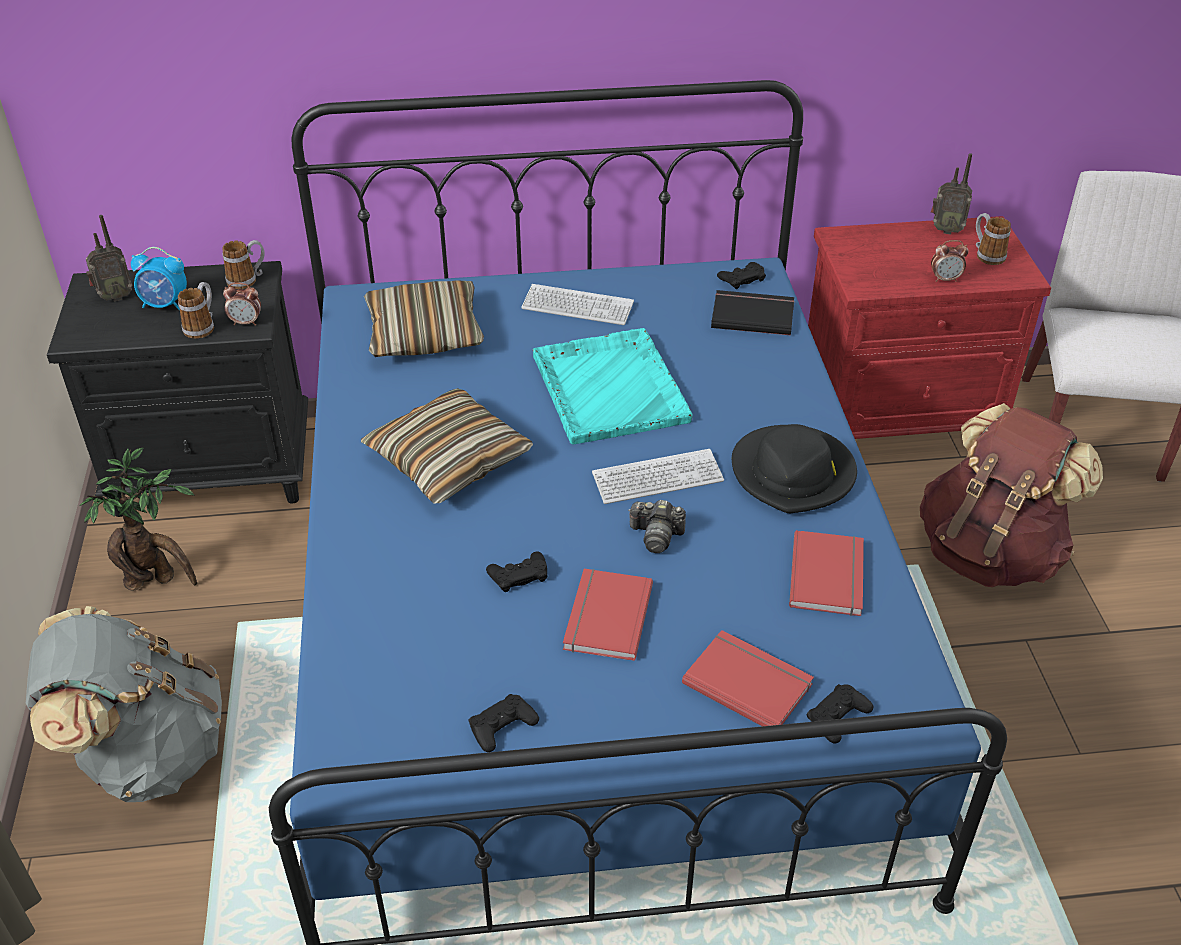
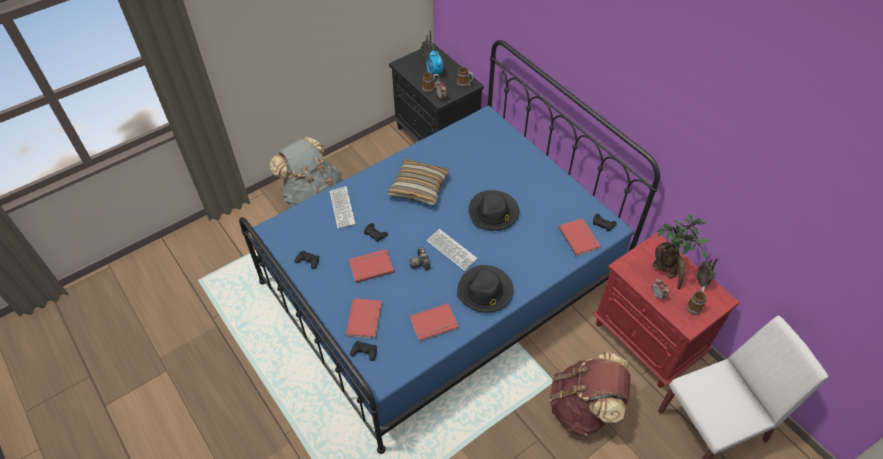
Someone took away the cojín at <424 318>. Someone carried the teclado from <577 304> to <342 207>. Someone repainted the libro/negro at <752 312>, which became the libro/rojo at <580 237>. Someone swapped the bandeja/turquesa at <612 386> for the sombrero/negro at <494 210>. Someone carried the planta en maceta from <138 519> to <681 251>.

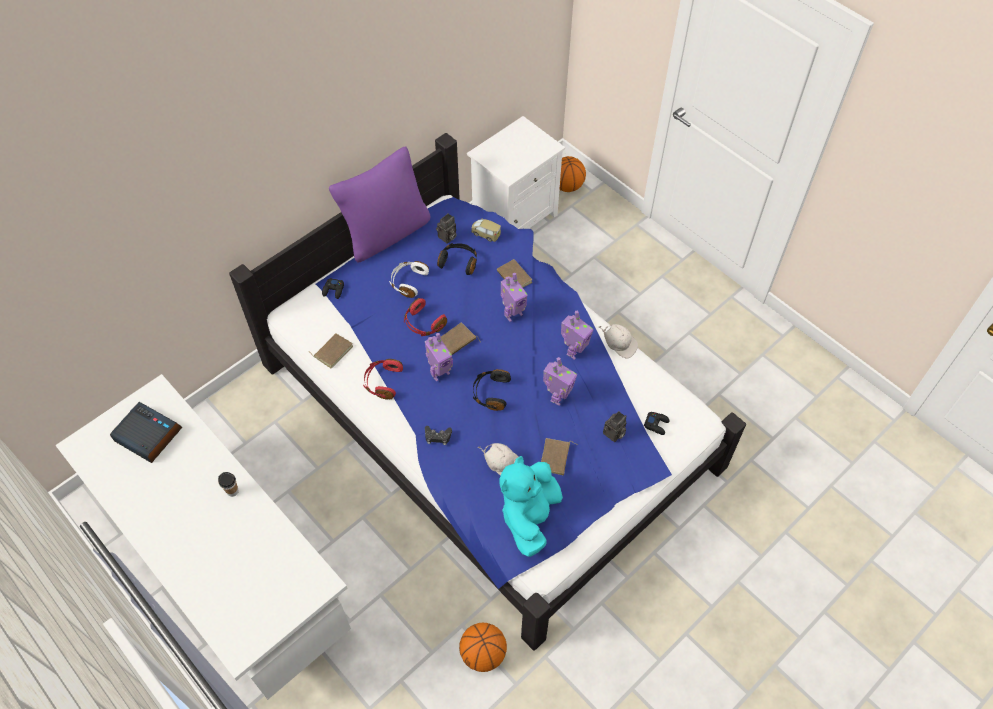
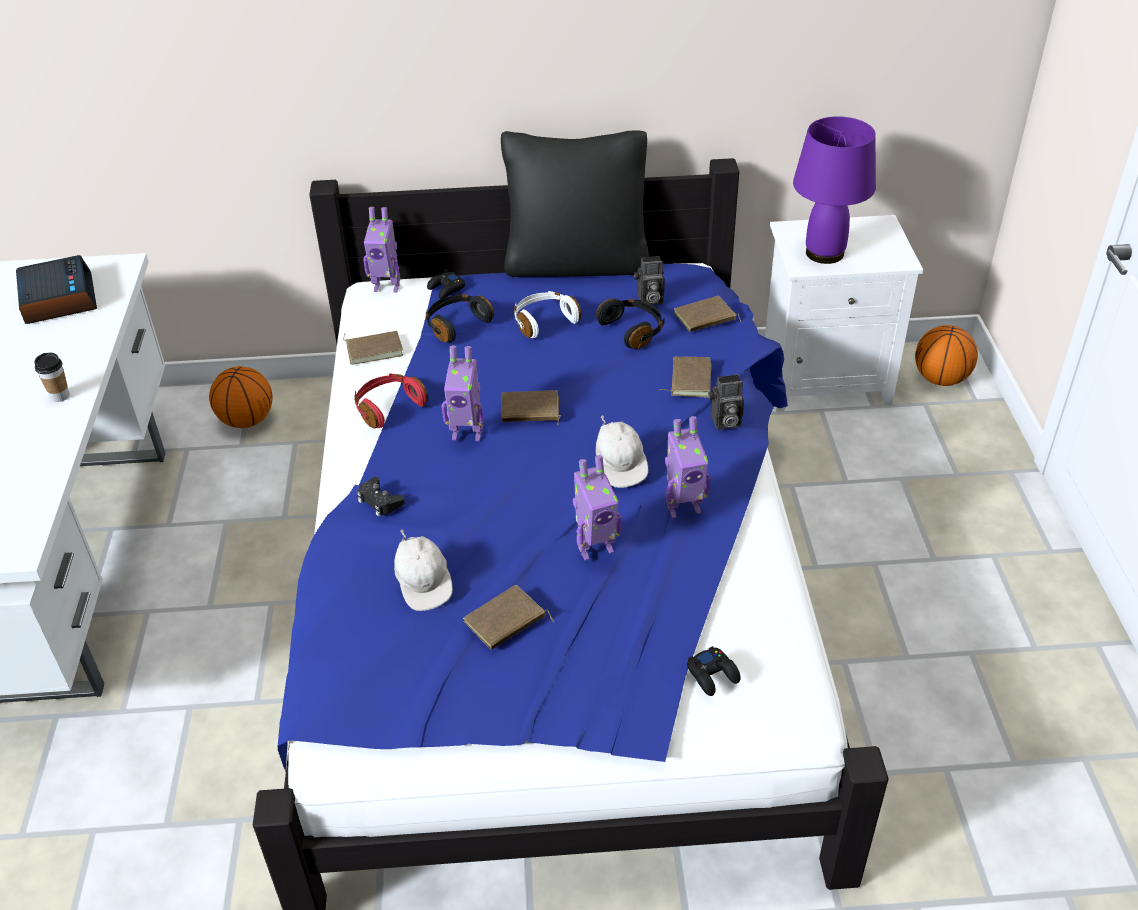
Someone repainted the cojín/morado at <379 204>, which became the cojín/negro at <575 203>. Someone swapped the coche de juguete at <486 230> for the libro/marrón at <707 314>. Someone carried the robot de juguete from <514 297> to <381 250>. Someone took away the auriculares/rojo at <425 317>. Someone carried the gorra/blanco from <618 341> to <622 451>. Someone carried the auriculares/negro from <492 390> to <460 318>. Someone carried the cámara from <614 426> to <726 402>. Someone took away the peluche/turquesa at <531 506>. Someone carried the balón de baloncesto from <483 647> to <241 397>. Someone put down the lámpara de mesa/morado at <834 190>.

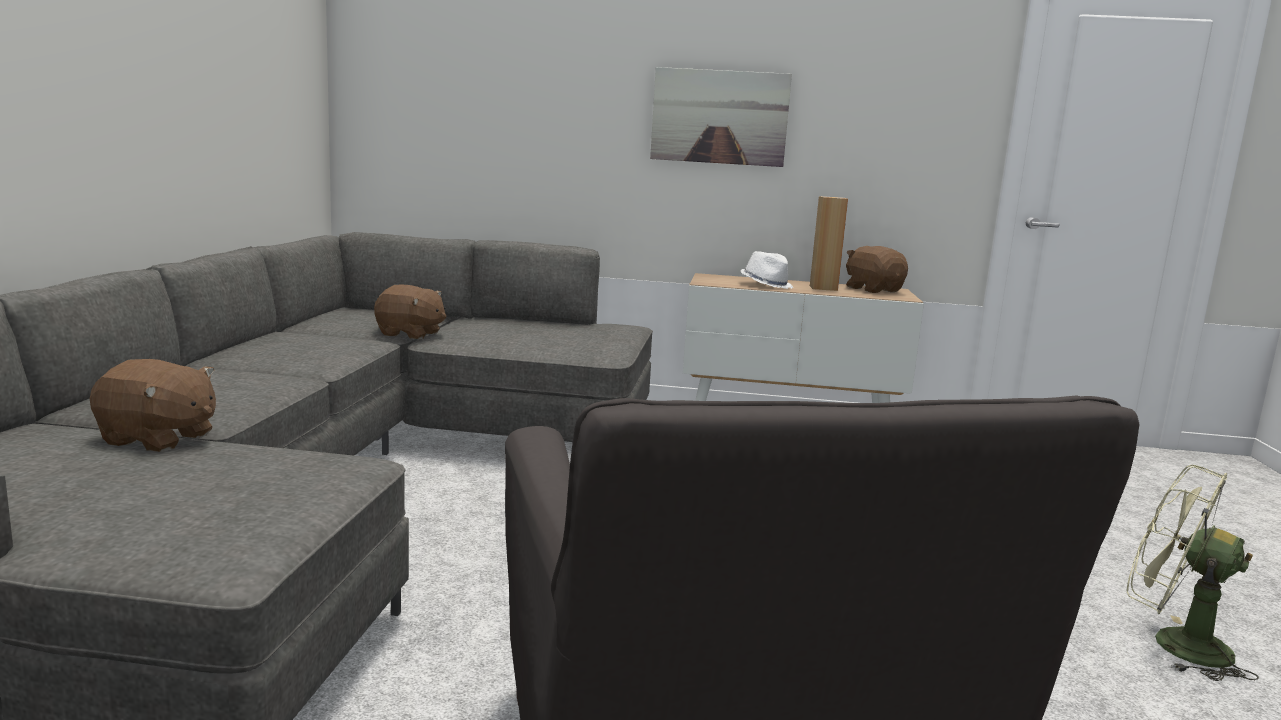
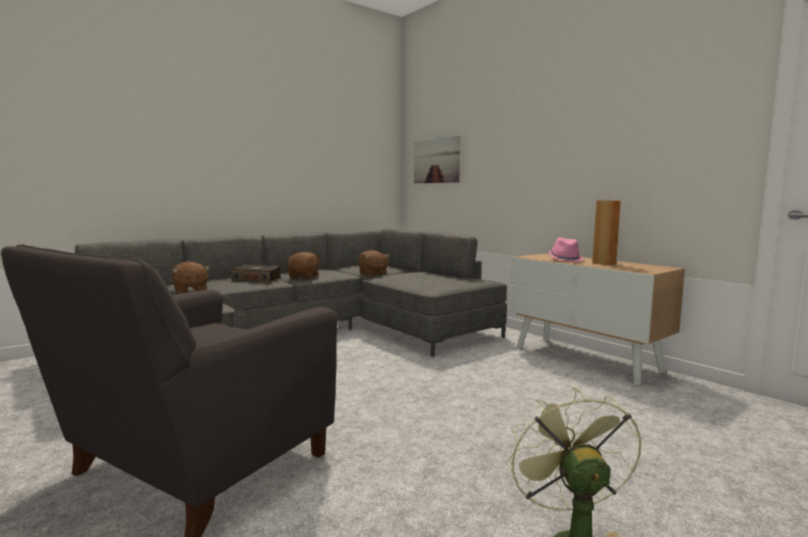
Someone carried the cuadro from <721 117> to <437 159>. Someone carried the peluche/marrón from <877 269> to <304 265>. Someone repainted the sombrero/blanco at <766 270>, which became the sombrero/rosa at <566 250>. Someone put down the libro at <256 273>.

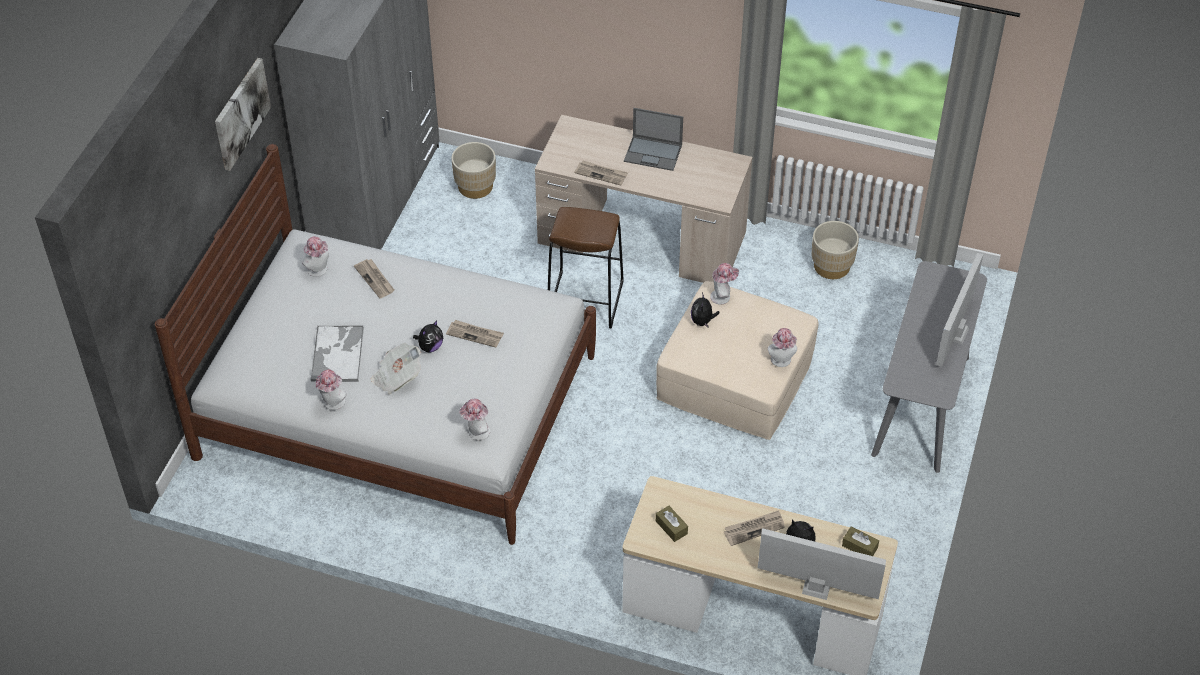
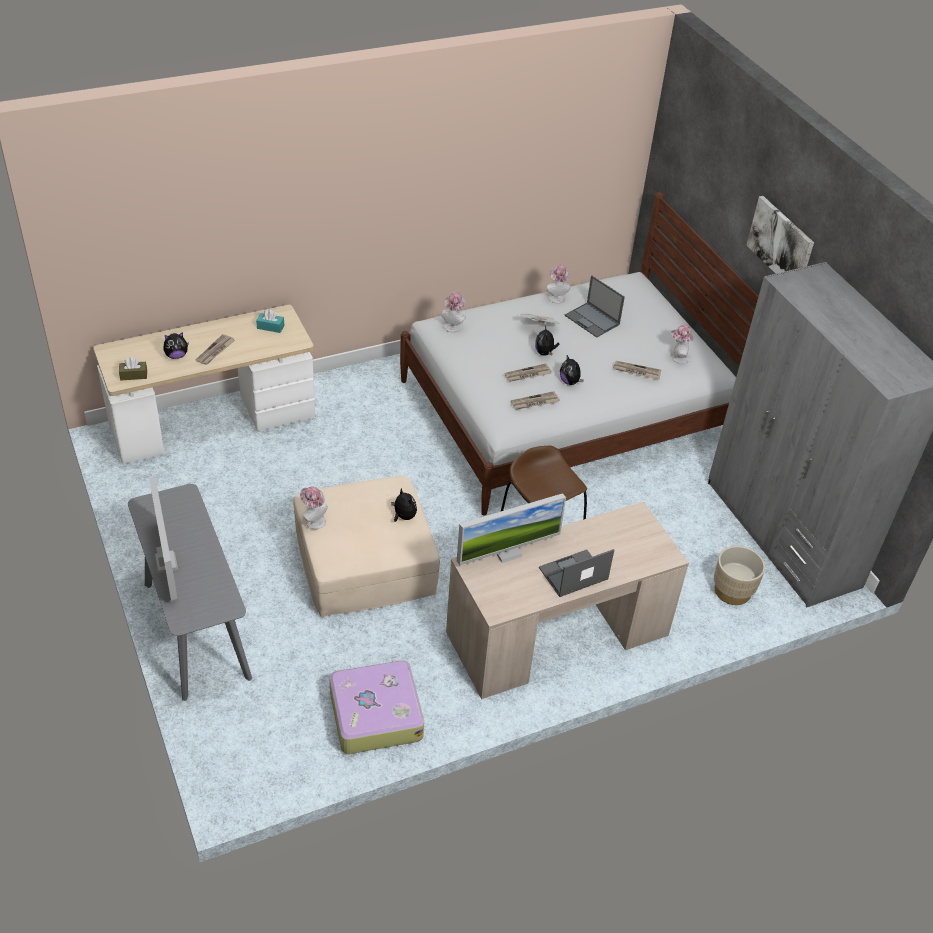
Someone carried the periódico from <601 173> to <535 400>. Someone swapped the maceta/beis at <835 250> for the maleta at <377 706>. Someone took away the sombrero at <724 284>. Someone swapped the bandeja at <337 353> for the portátil at <595 306>. Someone repainted the caja de pañuelos/marrón at <672 524>, which became the caja de pañuelos/turquesa at <270 321>. Someone carried the monitor from <822 564> to <511 529>. Someone put down the peluche at <572 370>.

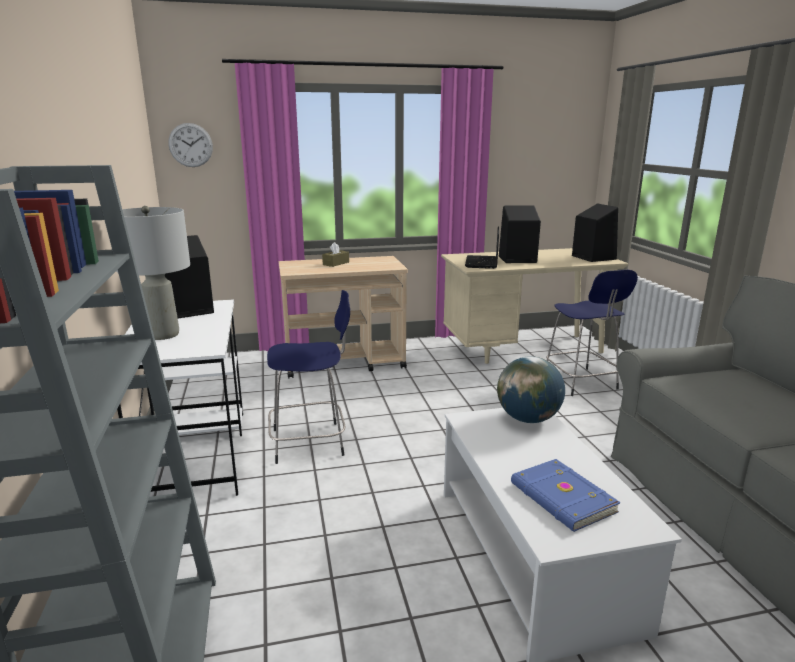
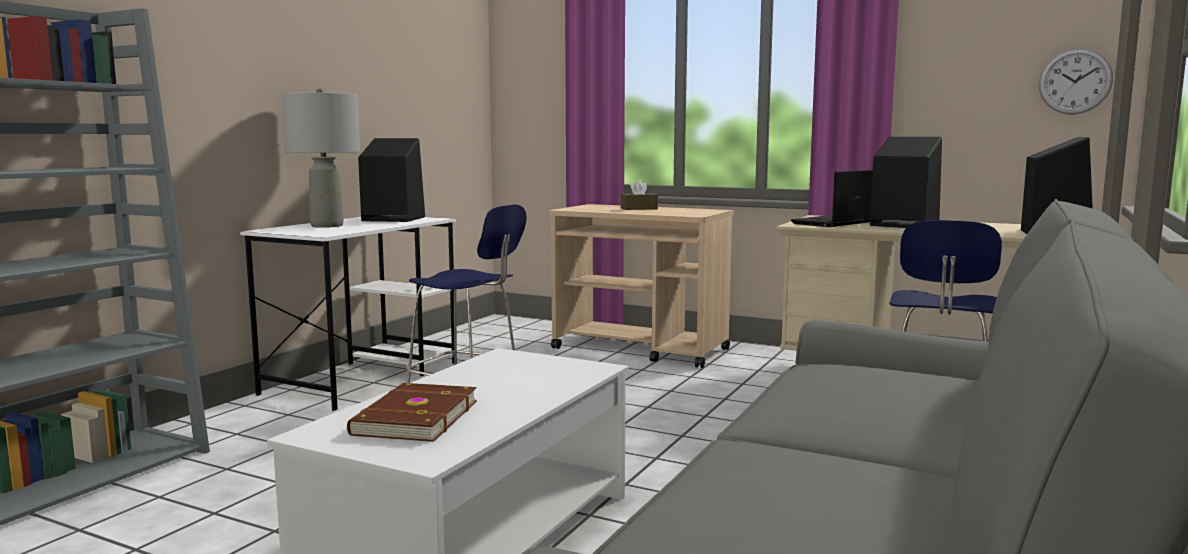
Someone carried the reloj de pared from <190 145> to <1076 81>. Someone took away the globo terráqueo at <531 389>. Someone repainted the libro/azul at <566 495>, which became the libro/marrón at <412 412>.

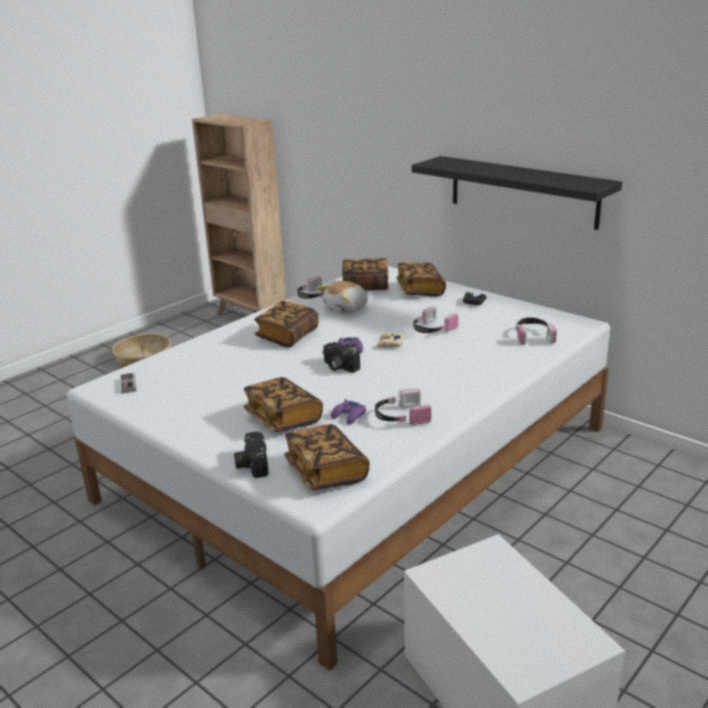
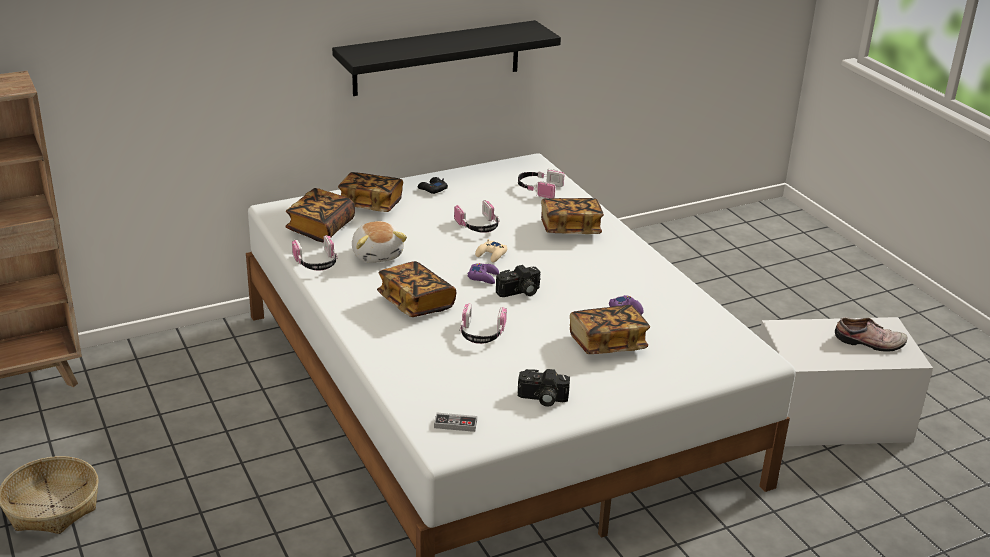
Someone carried the auriculares from <403 407> to <483 323>. Someone carried the libro from <327 457> to <572 216>. Someone carried the cámara from <251 454> to <544 388>. Someone put down the zapato at <871 334>.

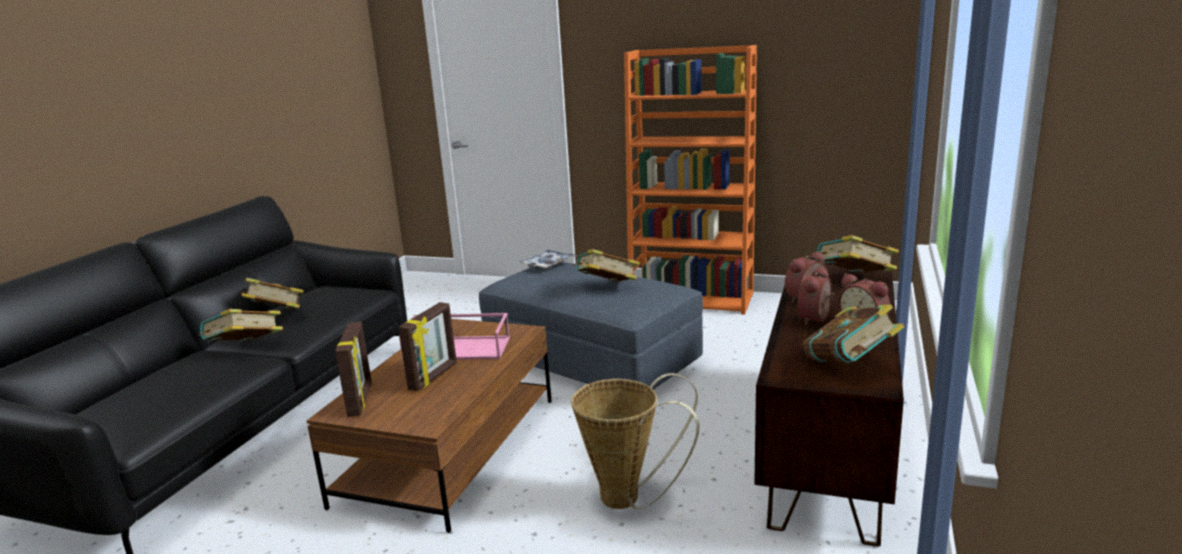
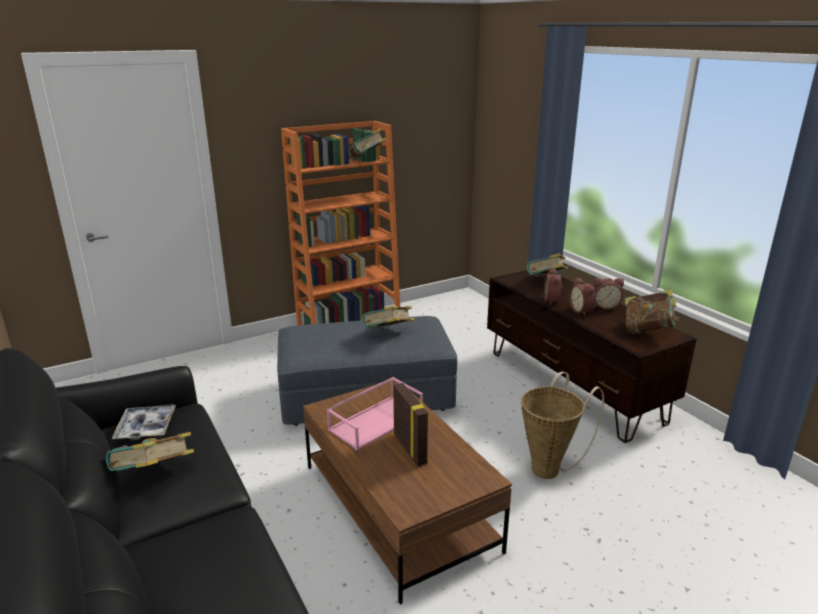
Someone carried the bandeja from <547 259> to <144 422>. Someone carried the libro from <241 325> to <368 144>. Someone took away the portarretratos at <353 369>.

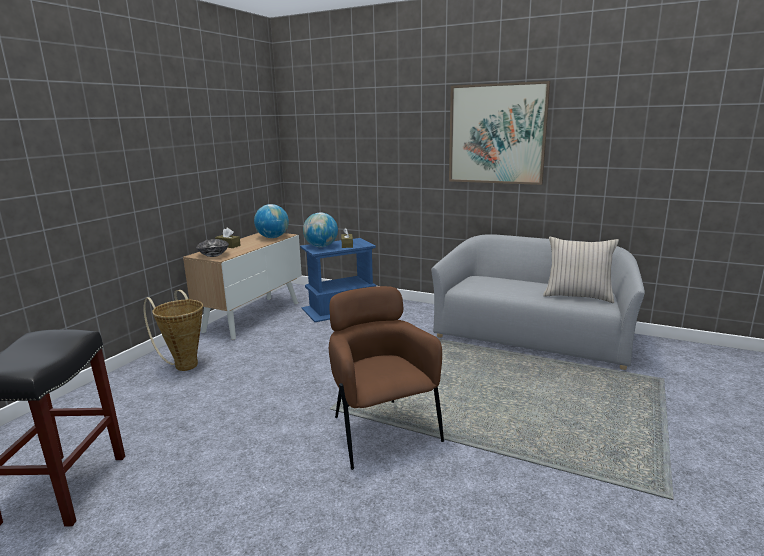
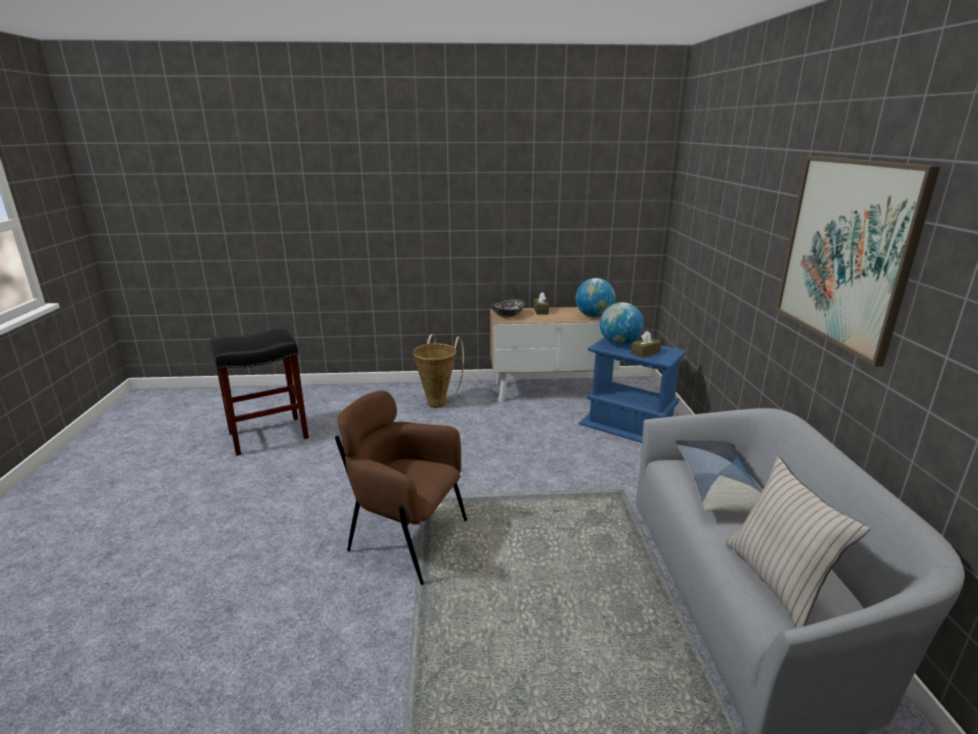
Someone rotated the sillón/marrón at <386 378> by 105 degrees counterclockwise. Someone put down the cojín at <719 477>.

